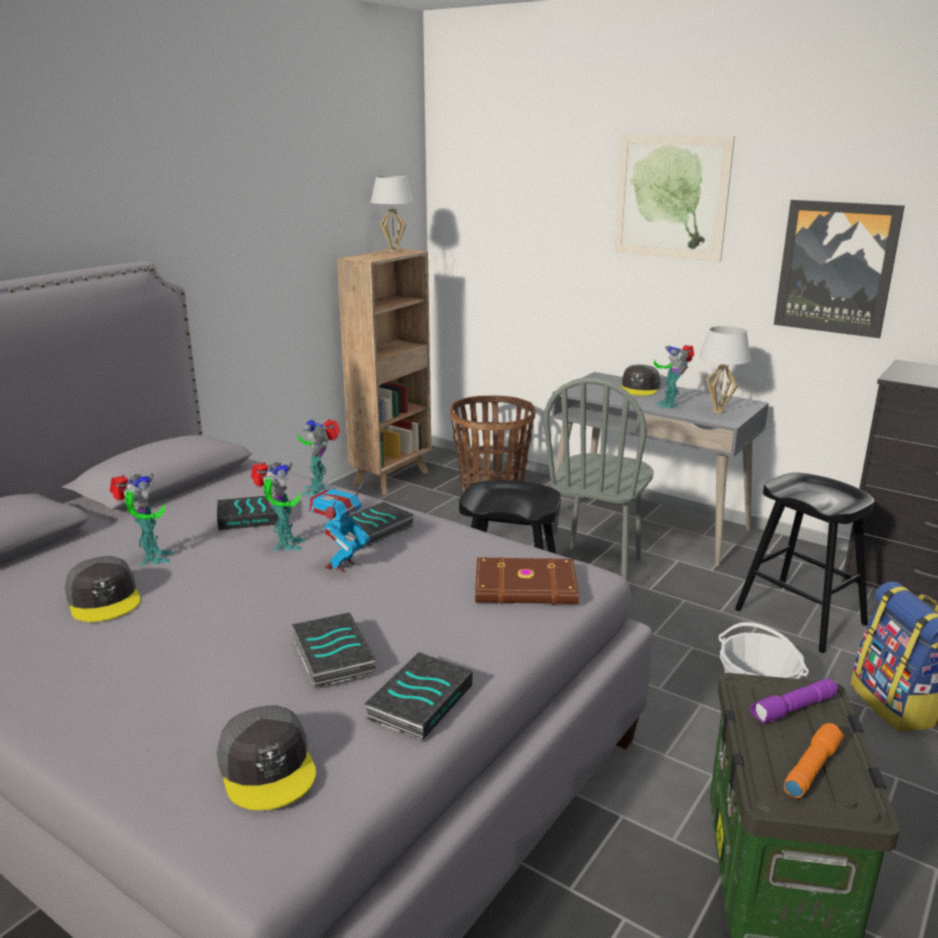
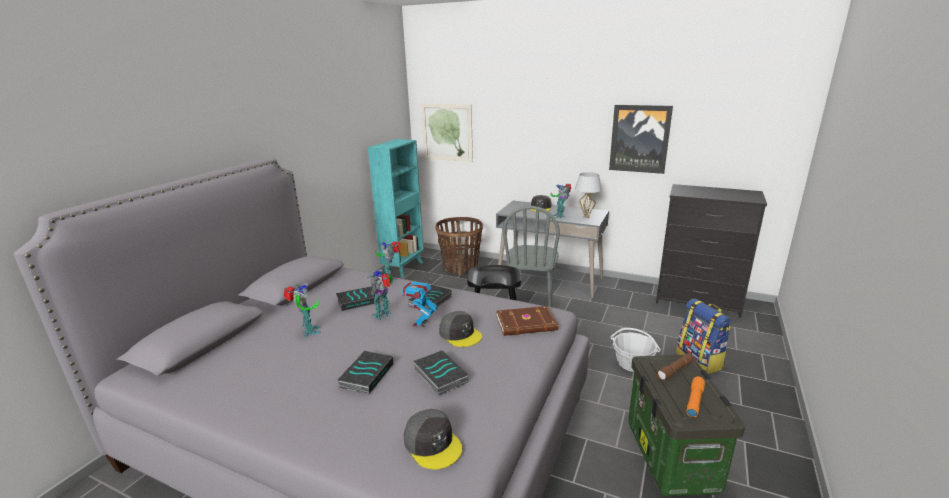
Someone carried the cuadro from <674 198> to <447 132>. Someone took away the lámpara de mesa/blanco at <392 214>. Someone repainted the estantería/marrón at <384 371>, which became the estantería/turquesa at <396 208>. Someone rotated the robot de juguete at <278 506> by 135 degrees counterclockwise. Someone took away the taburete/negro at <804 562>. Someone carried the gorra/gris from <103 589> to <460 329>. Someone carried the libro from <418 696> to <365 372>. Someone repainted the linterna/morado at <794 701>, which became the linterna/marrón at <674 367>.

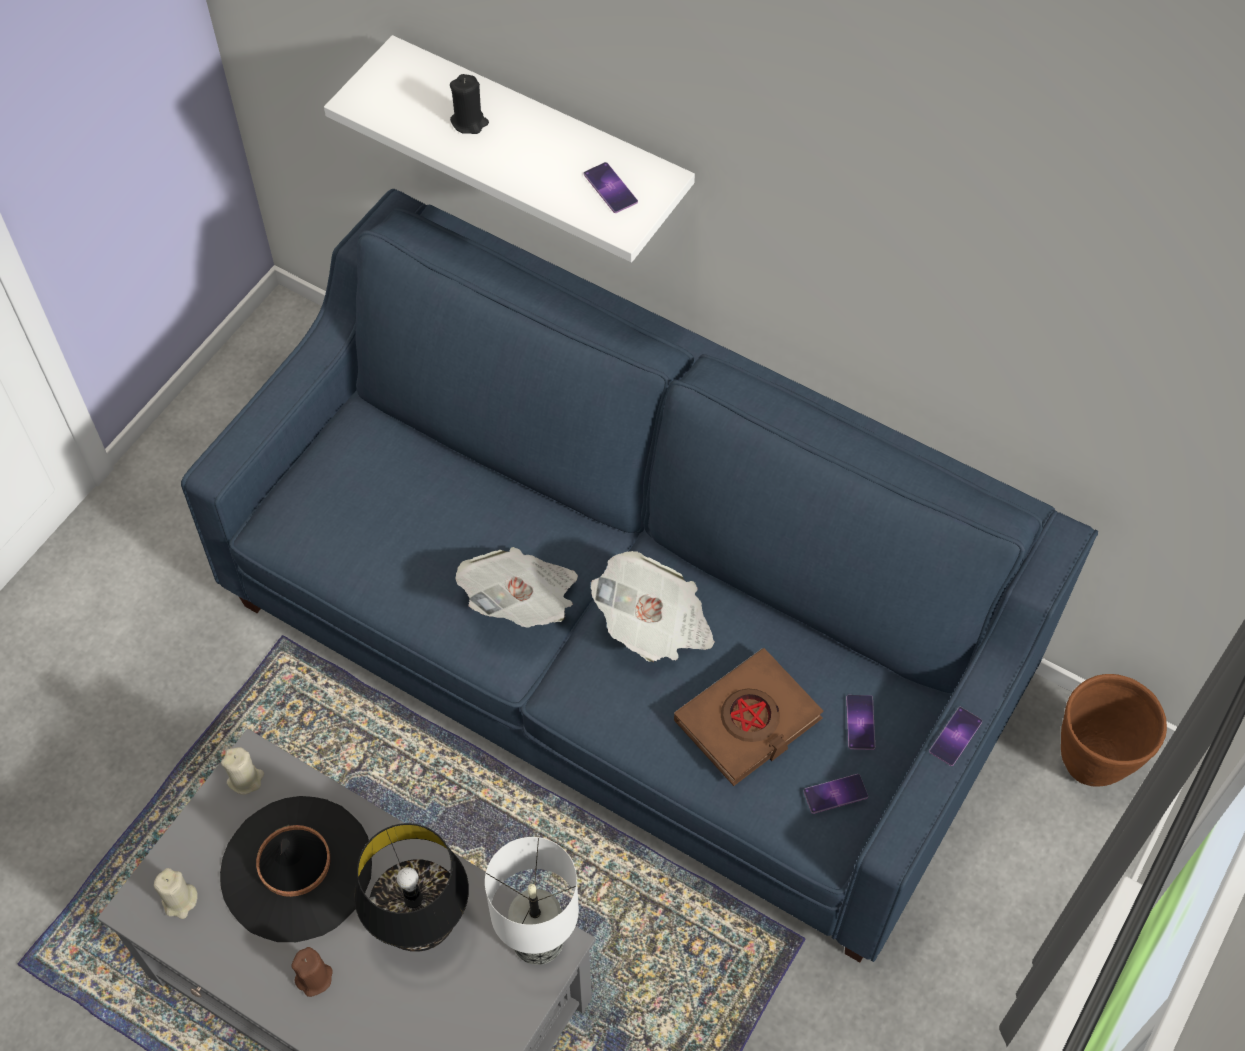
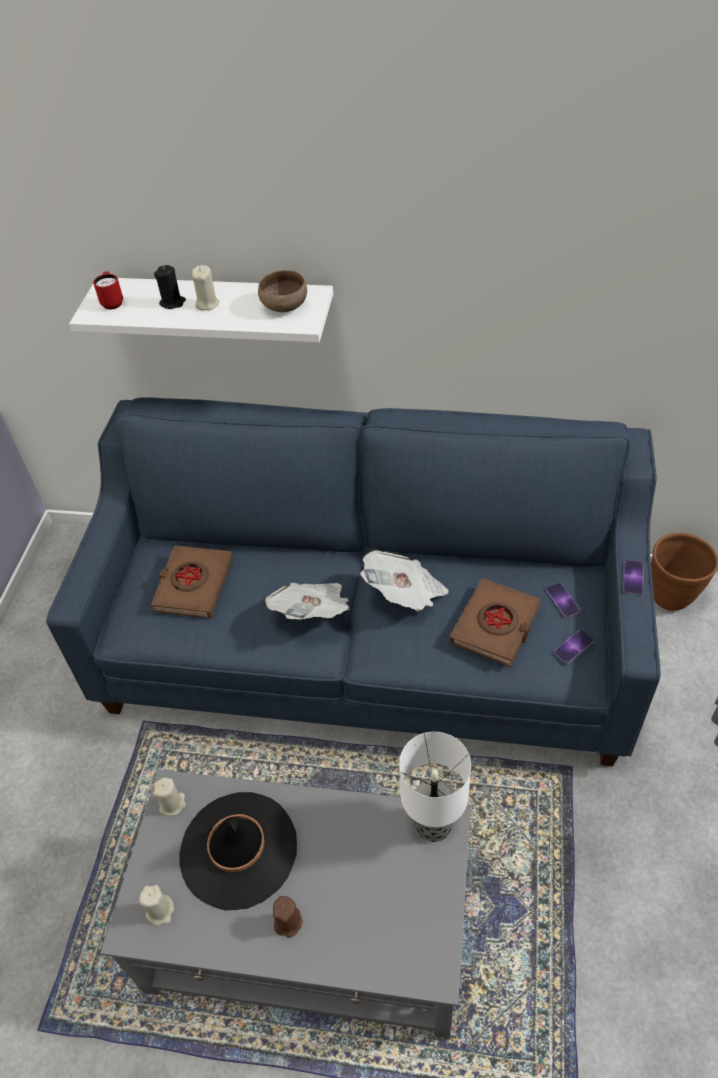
Someone swapped the móvil at <611 187> for the cuenco/marrón at <282 291>. Someone took away the lámpara de mesa/negro at <411 887>. Someone put down the vela/beis at <205 287>. Someone put down the taza grande/rojo at <108 290>. Someone put down the libro/marrón at <192 581>.

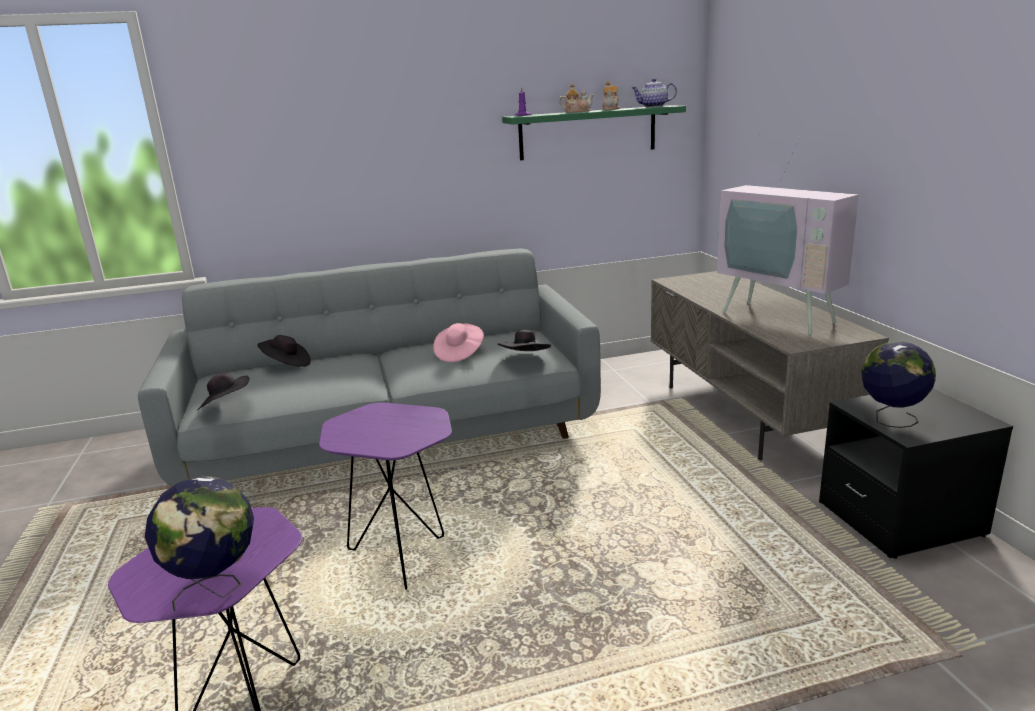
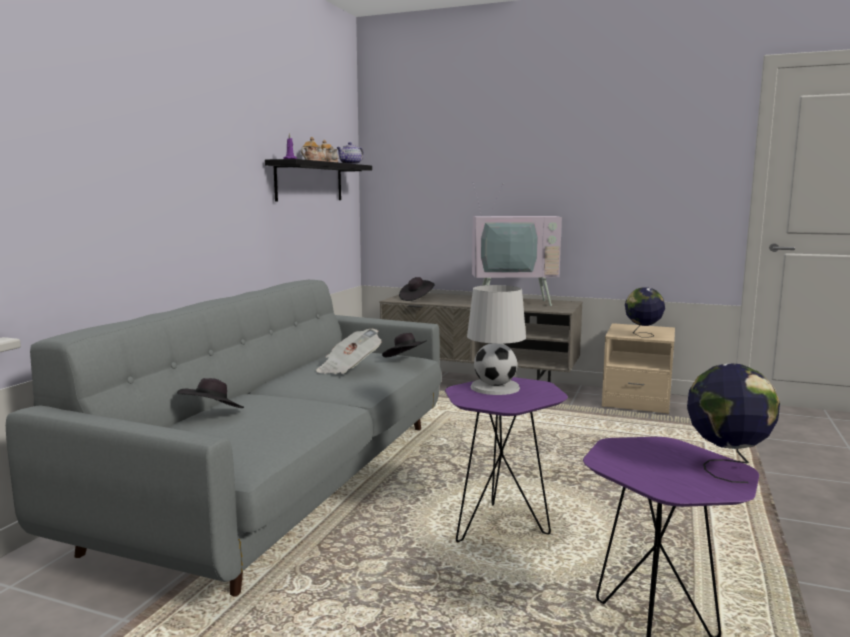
Someone repainted the estante/verde at <594 132>, which became the estante/negro at <318 180>. Someone swapped the sombrero/rosa at <459 342> for the periódico at <348 351>. Someone carried the sombrero/negro from <223 391> to <416 289>. Someone repainted the mesita de noche/negro at <916 474>, which became the mesita de noche/beis at <638 368>. Someone put down the lámpara de mesa/blanco at <496 340>.

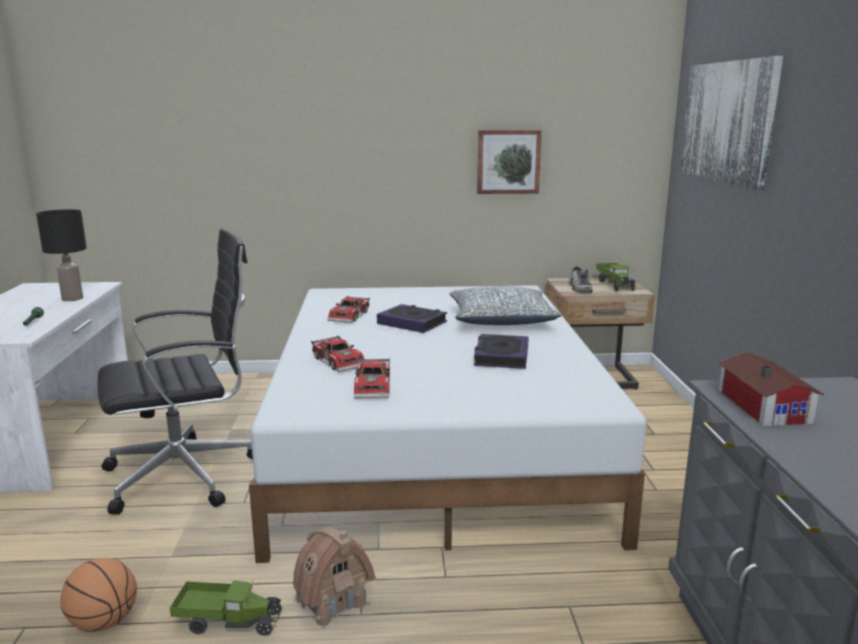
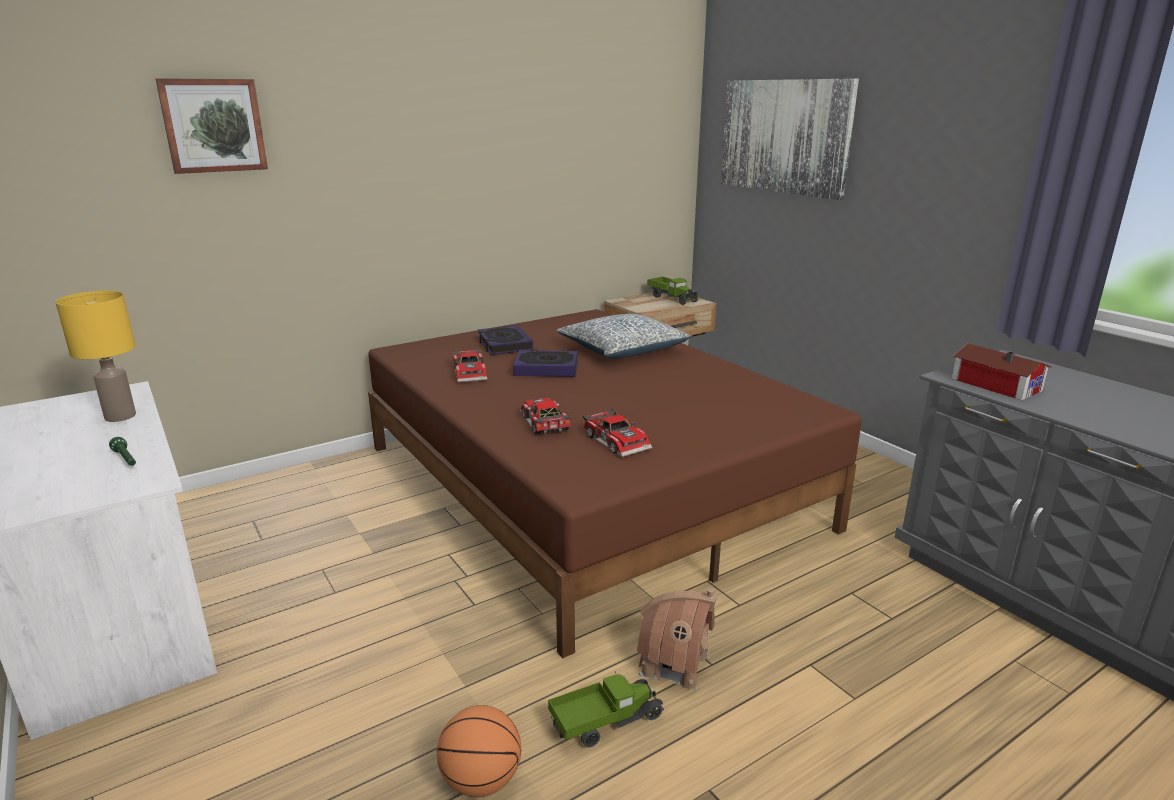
Someone carried the cuadro from <509 162> to <212 126>. Someone repainted the lámpara de mesa/negro at <61 255>, which became the lámpara de mesa/amarillo at <95 356>. Someone took away the silla de oficina/negro at <175 371>. Someone took away the zapato at <581 279>. Someone repainted the cama/blanco at <448 424>, which became the cama/marrón at <615 483>. Someone carried the libro from <501 351> to <505 340>. Someone rotated the coche de juguete at <338 353> by 135 degrees counterclockwise.

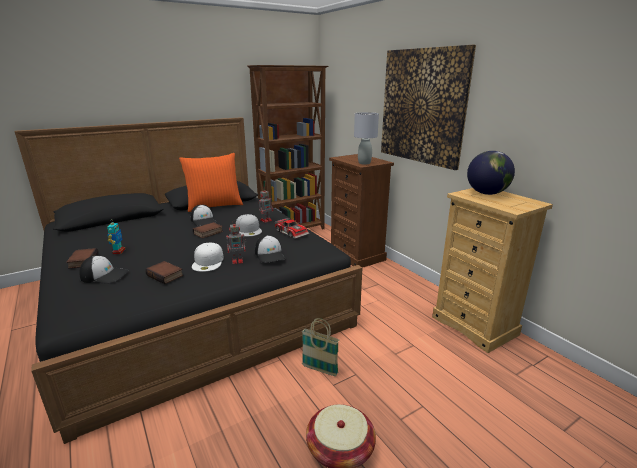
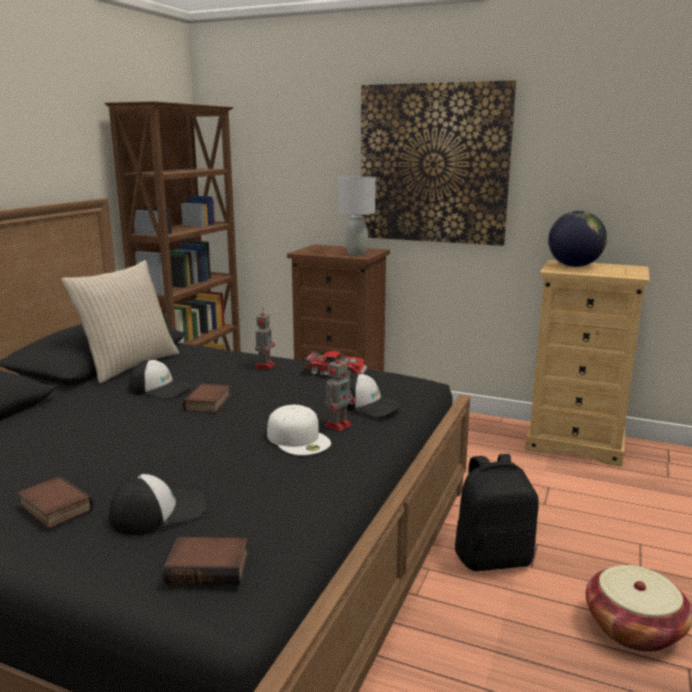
Someone repainted the cojín/naranja at <211 182>, which became the cojín/beis at <120 322>. Someone took away the gorra/blanco at <249 225>. Someone took away the robot de juguete at <116 237>. Someone carried the libro from <164 272> to <205 561>. Someone swapped the cesta at <320 347> for the mochila/negro at <497 512>.

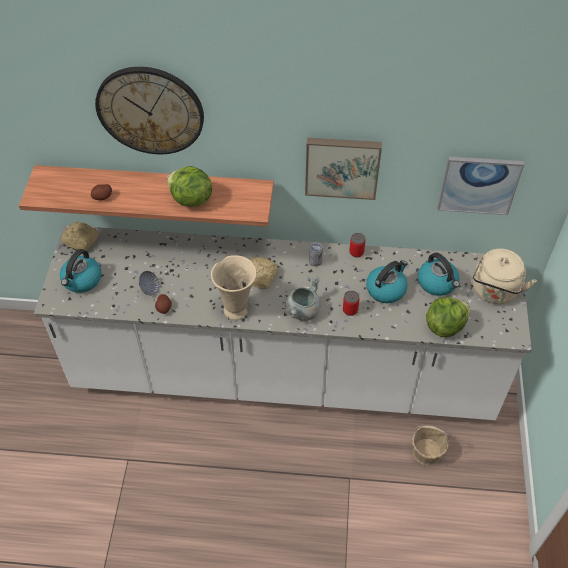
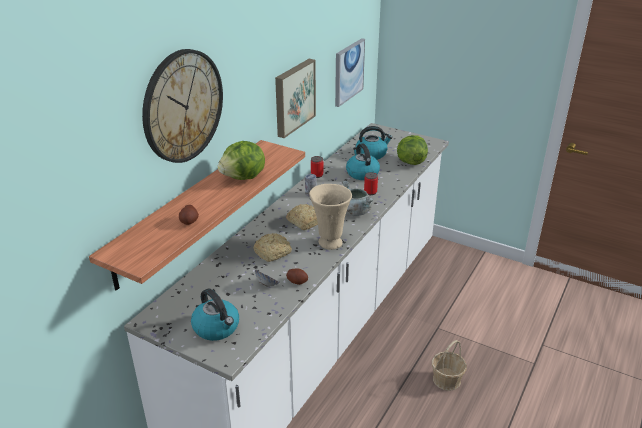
Someone carried the pan from <80 236> to <273 247>. Someone took away the hervidor/beis at <505 276>. Someone carried the cesta from <430 446> to <449 365>.

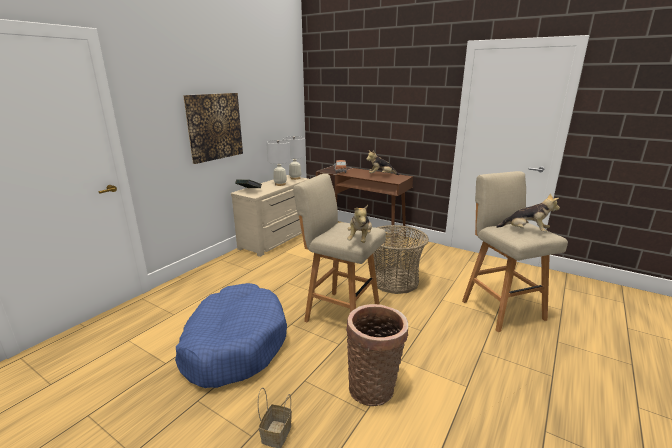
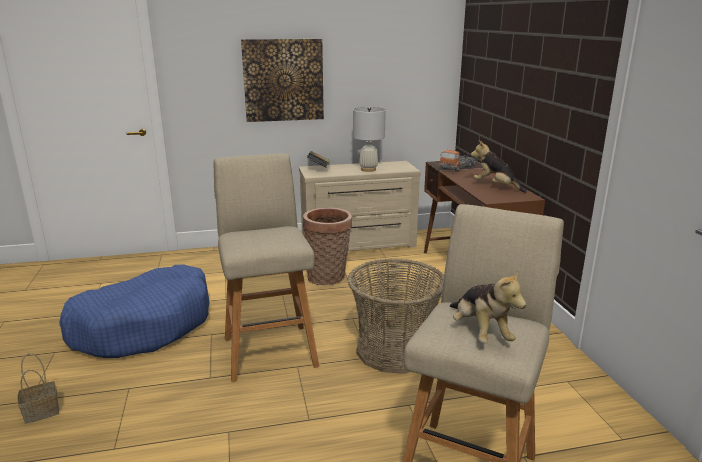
Someone took away the lámpara de mesa/blanco at <294 158>. Someone took away the peluche at <359 224>. Someone carried the cesta from <377 355> to <327 246>.

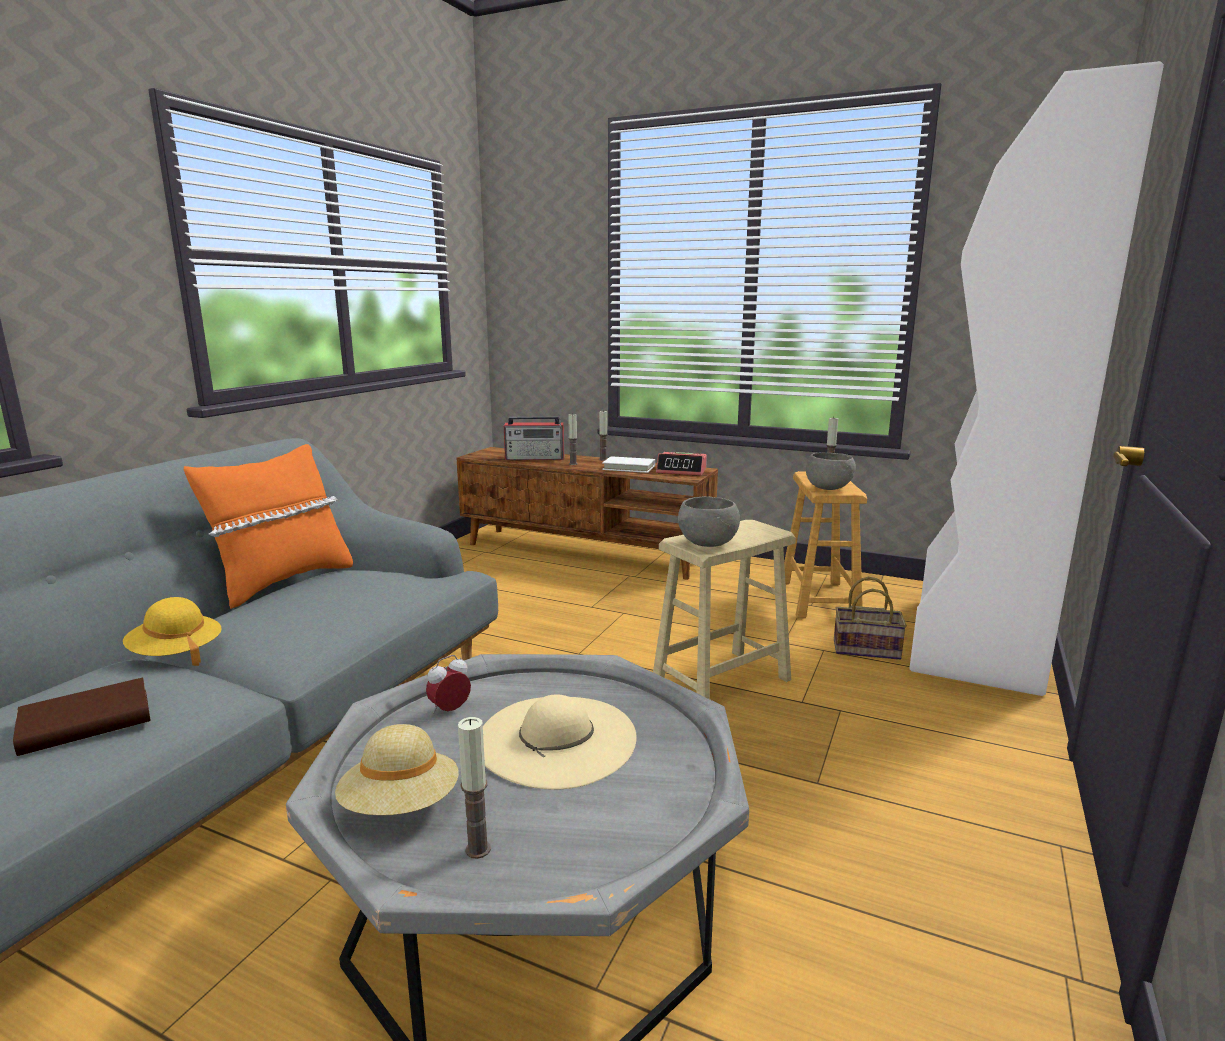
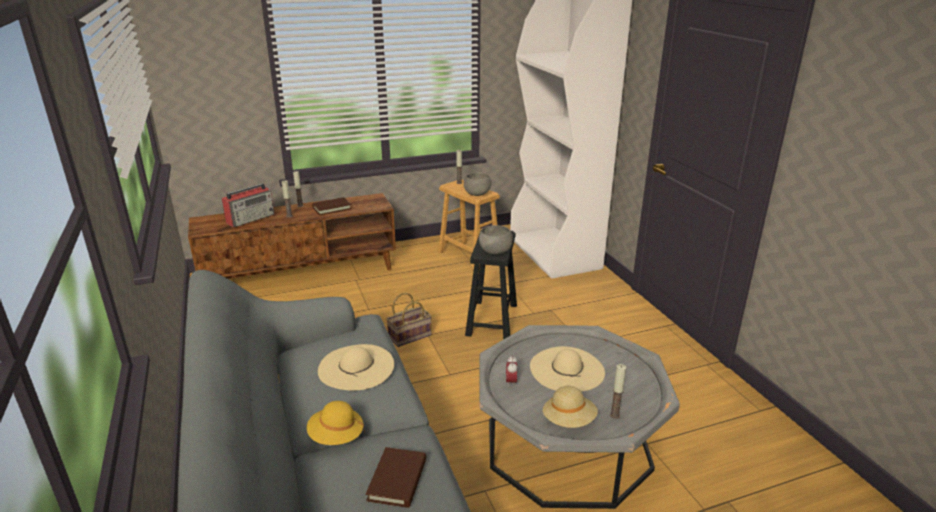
Someone took away the cojín/naranja at <268 526>. Someone took away the despertador at <681 464>. Someone repainted the libro/blanco at <628 464>, which became the libro/marrón at <332 206>. Someone repainted the taburete/beis at <724 609>, which became the taburete/negro at <491 285>. Someone carried the cesta from <870 618> to <409 320>. Someone put down the sombrero/beis at <356 367>.

